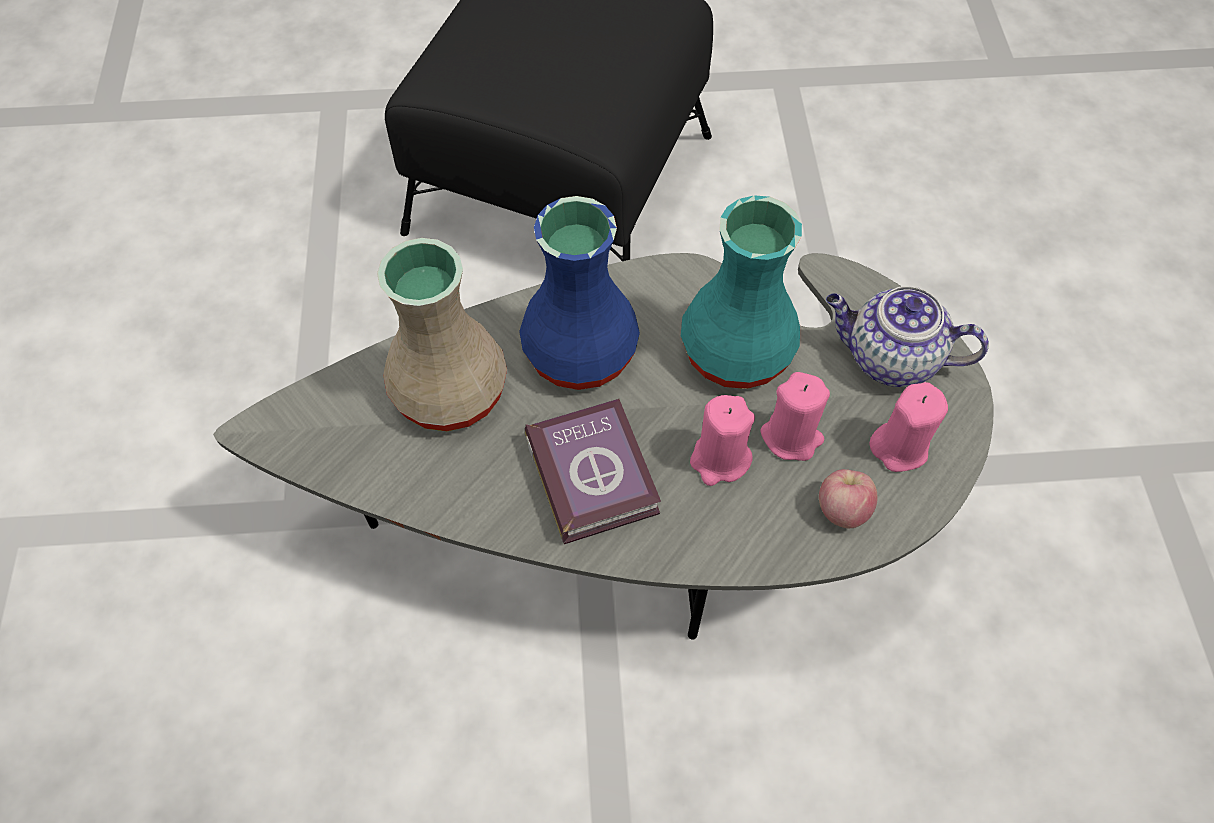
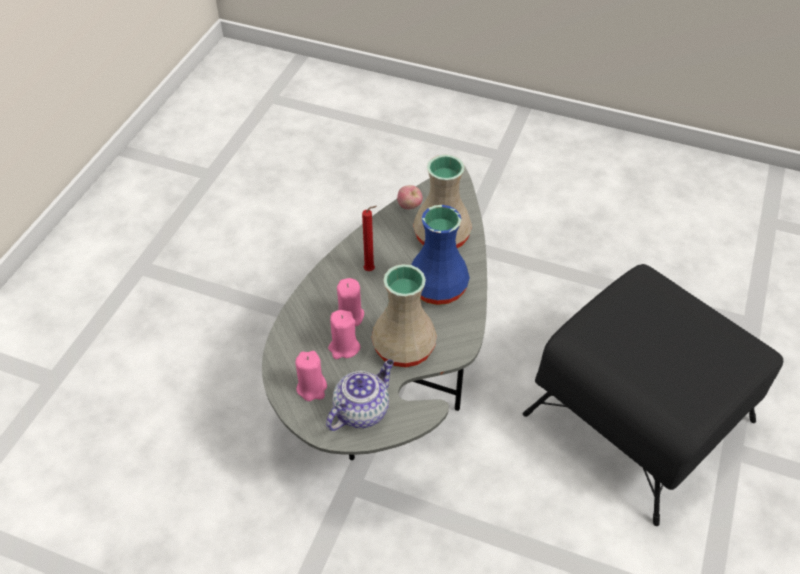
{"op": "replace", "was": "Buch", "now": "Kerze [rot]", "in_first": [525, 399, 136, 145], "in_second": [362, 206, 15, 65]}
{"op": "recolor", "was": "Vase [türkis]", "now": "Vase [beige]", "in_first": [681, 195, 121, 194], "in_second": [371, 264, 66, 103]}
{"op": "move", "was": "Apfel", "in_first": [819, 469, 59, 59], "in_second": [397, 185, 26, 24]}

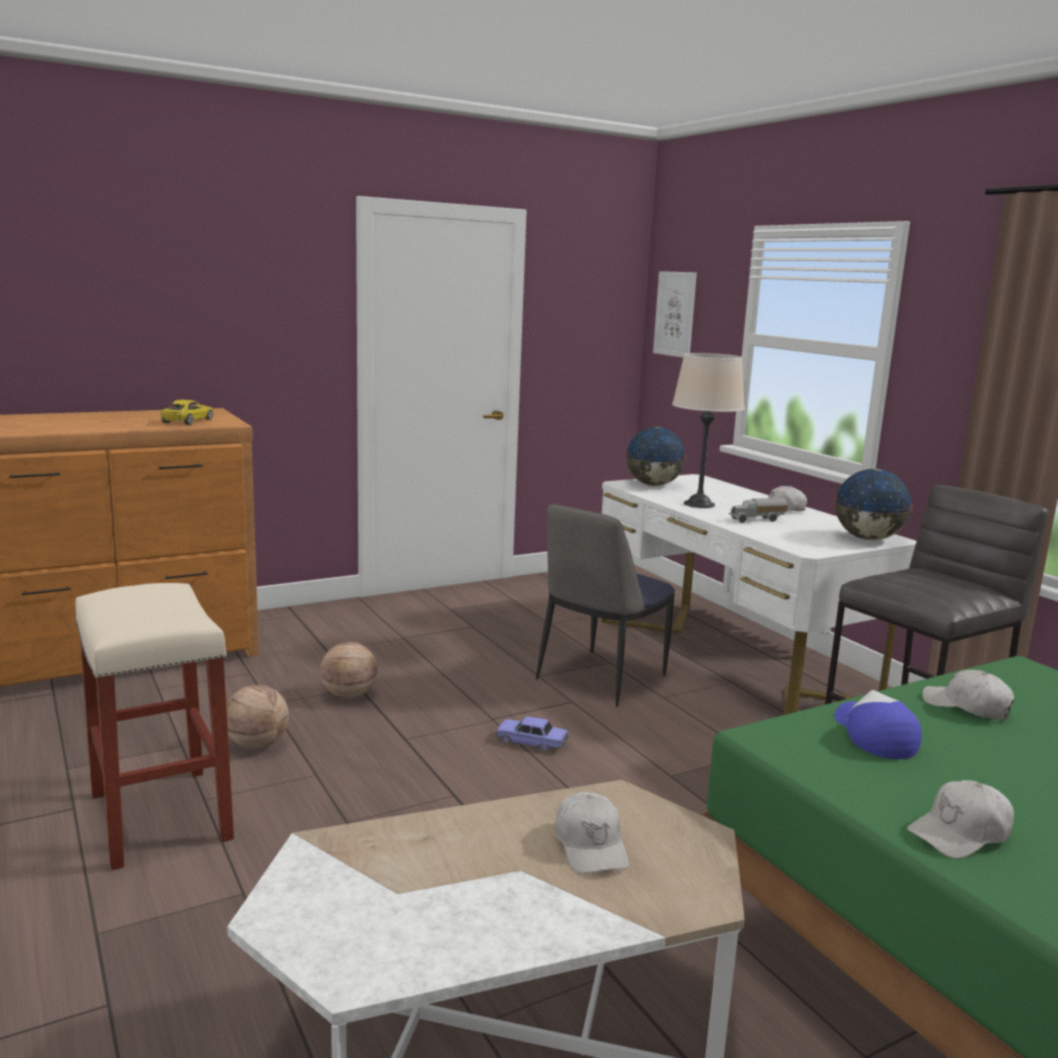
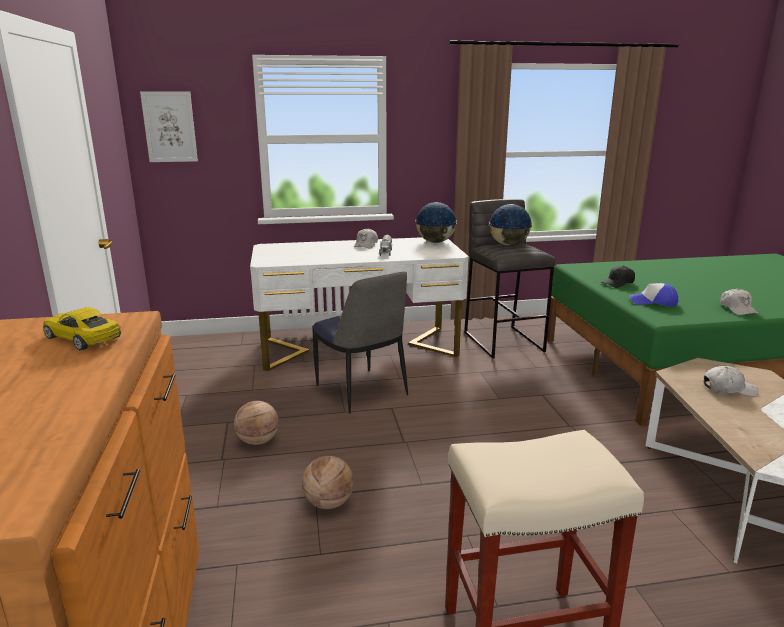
{"op": "move", "was": "Basketball", "in_first": [226, 685, 63, 64], "in_second": [234, 401, 45, 44]}
{"op": "move", "was": "Globus", "in_first": [625, 427, 62, 59], "in_second": [489, 204, 43, 42]}
{"op": "recolor", "was": "Kappe [weiß]", "now": "Kappe [schwarz]", "in_first": [922, 670, 92, 50], "in_second": [601, 266, 34, 22]}
{"op": "delete", "was": "Spielzeugauto", "in_first": [495, 716, 74, 35]}
{"op": "delete", "was": "Tischlampe [beige]", "in_first": [672, 353, 73, 155]}

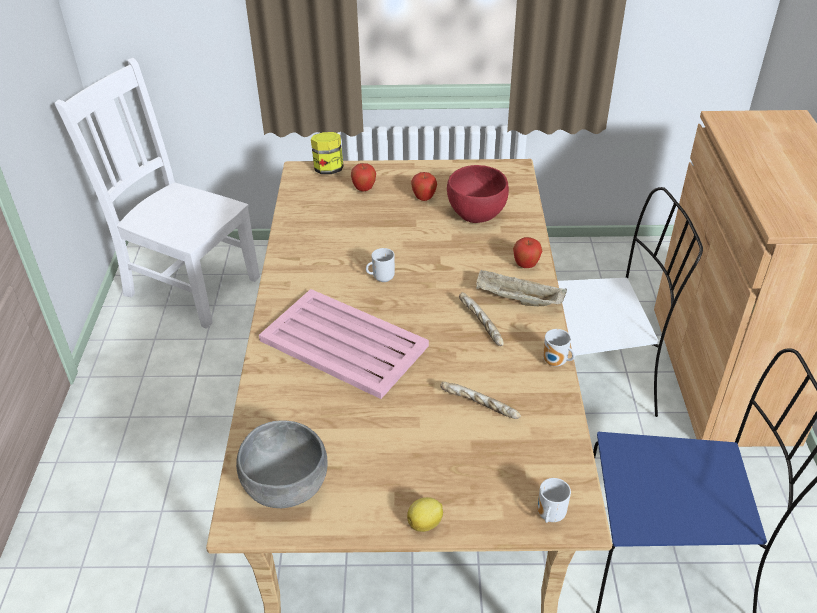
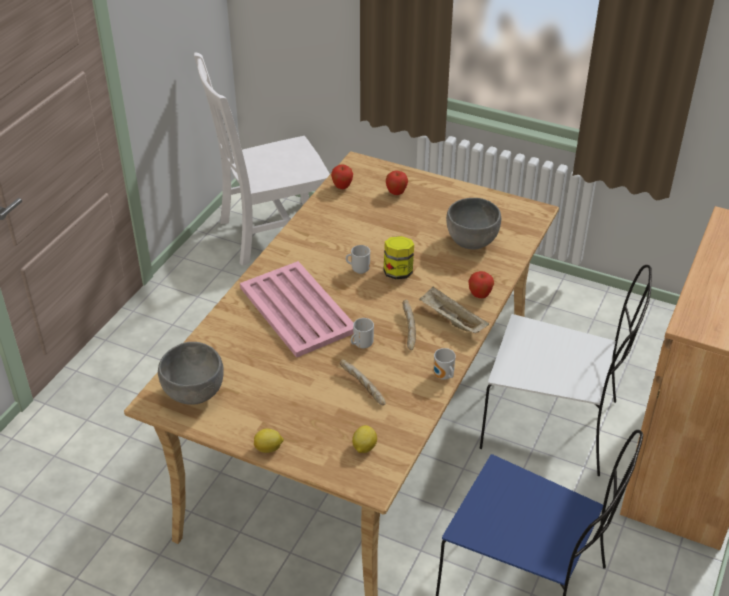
{"op": "rotate", "was": "Stuhl [weiß]", "in_first": [54, 58, 206, 271], "in_second": [194, 53, 136, 213], "clockwise": -75}
{"op": "move", "was": "Apfel", "in_first": [411, 172, 26, 29], "in_second": [331, 164, 22, 25]}
{"op": "move", "was": "Henkelbecher", "in_first": [538, 478, 33, 45], "in_second": [351, 318, 23, 31]}
{"op": "insert", "now": "Zitrone", "in_second": [352, 425, 25, 28]}
{"op": "move", "was": "Vorratsglas", "in_first": [311, 132, 33, 42], "in_second": [383, 236, 31, 43]}
{"op": "recolor", "was": "Schüssel [rot]", "now": "Schüssel [grau]", "in_first": [447, 165, 62, 58], "in_second": [446, 198, 55, 52]}

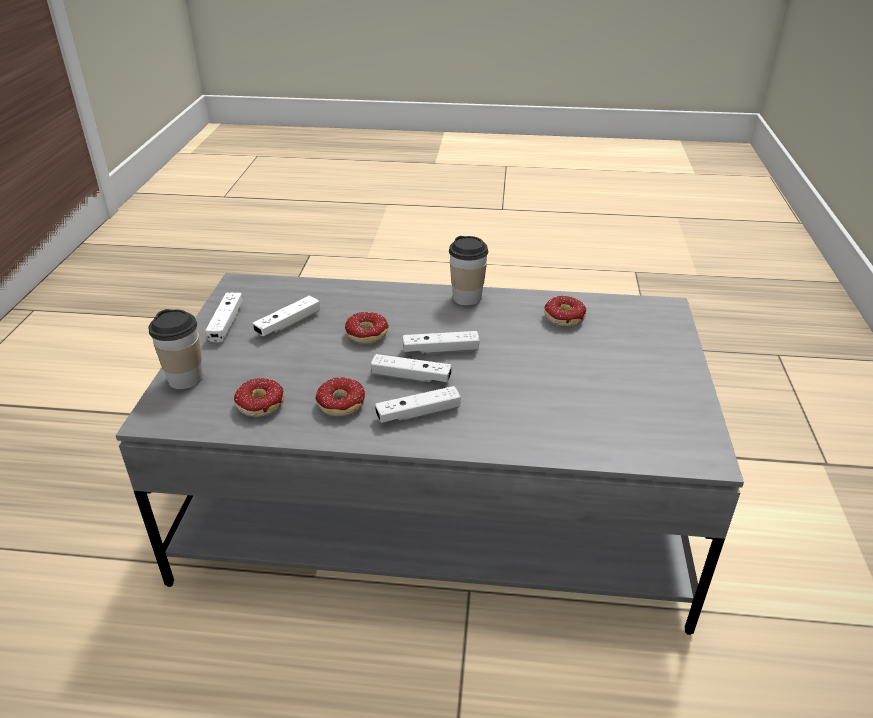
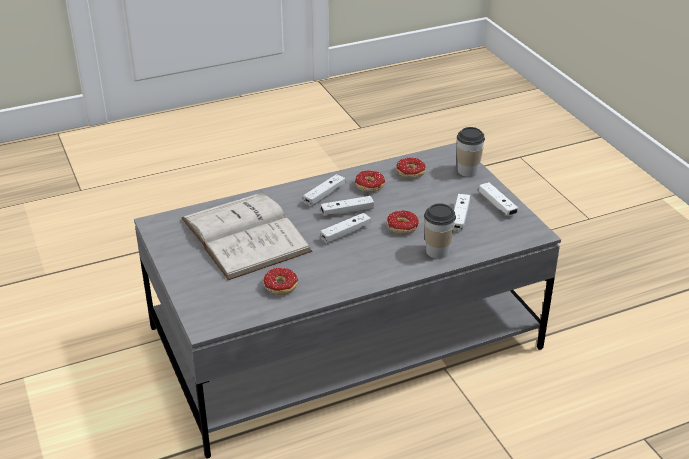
{"op": "insert", "now": "Buch [weiß]", "in_second": [182, 191, 131, 89]}
{"op": "move", "was": "Tasse", "in_first": [449, 236, 39, 70], "in_second": [424, 203, 32, 56]}

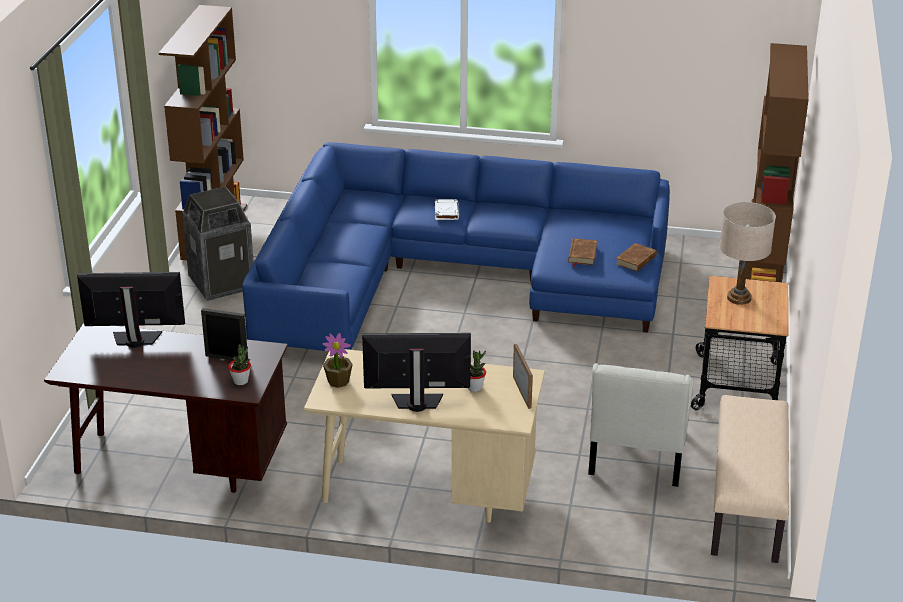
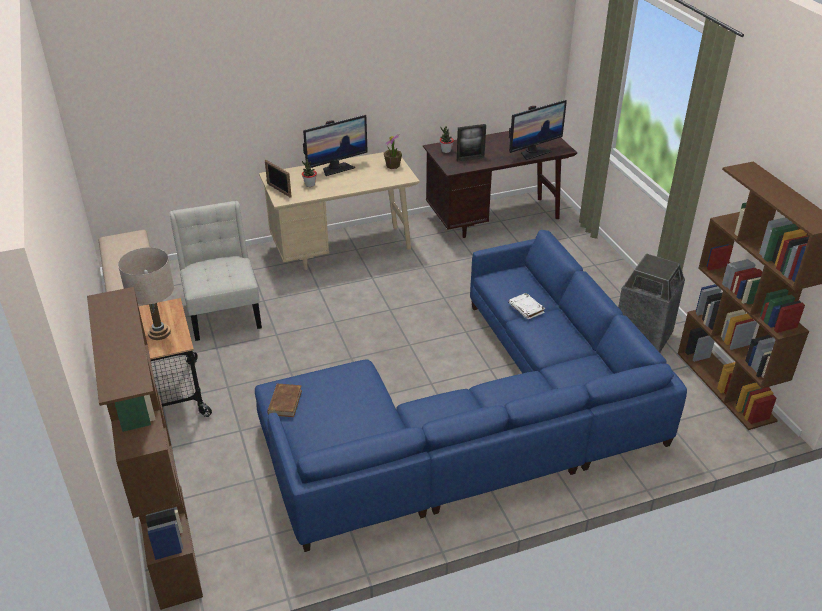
{"op": "move", "was": "Buch [weiß]", "in_first": [435, 199, 24, 21], "in_second": [508, 293, 37, 26]}
{"op": "delete", "was": "Buch [braun]", "in_first": [568, 238, 29, 29]}

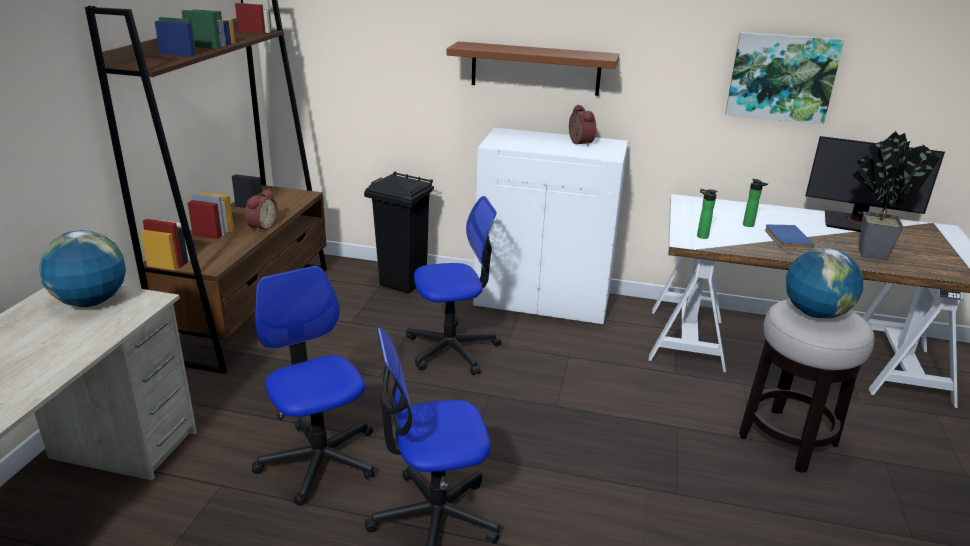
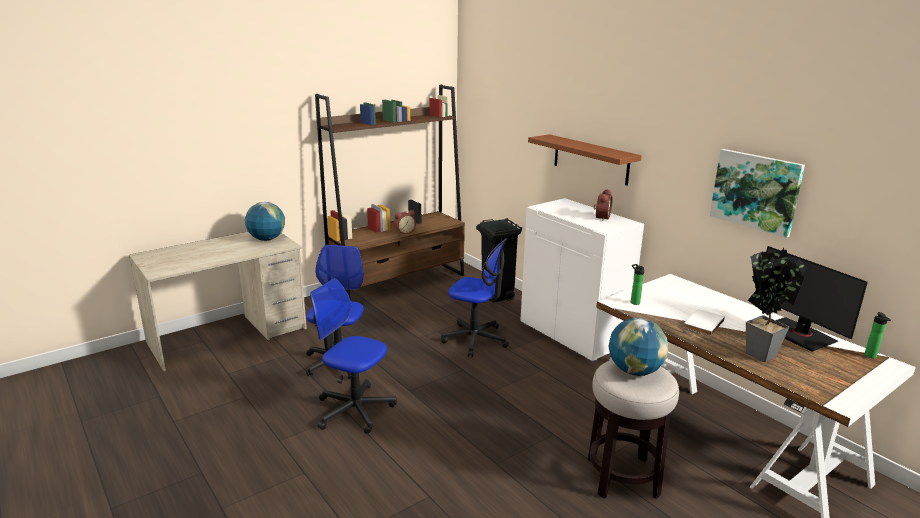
{"op": "recolor", "was": "Buch [blau]", "now": "Buch [weiß]", "in_first": [765, 225, 49, 25], "in_second": [684, 309, 41, 27]}
{"op": "move", "was": "Flasche", "in_first": [743, 179, 25, 48], "in_second": [864, 312, 27, 46]}

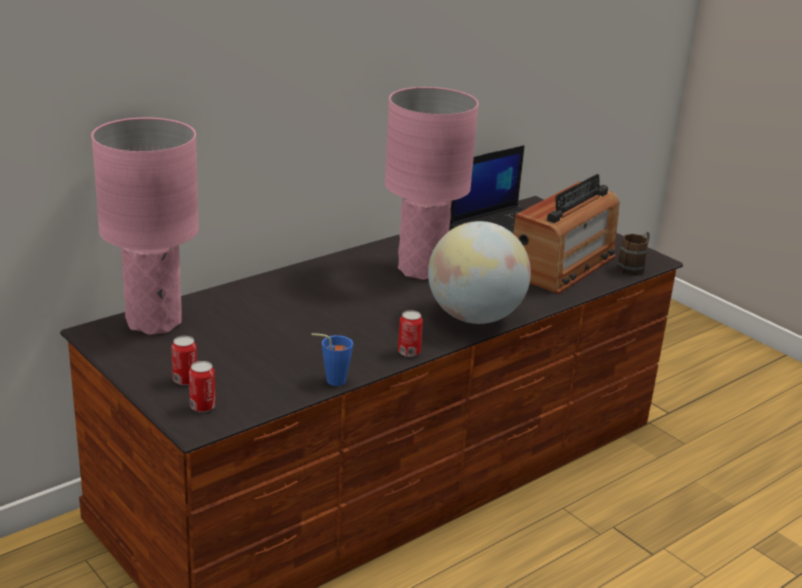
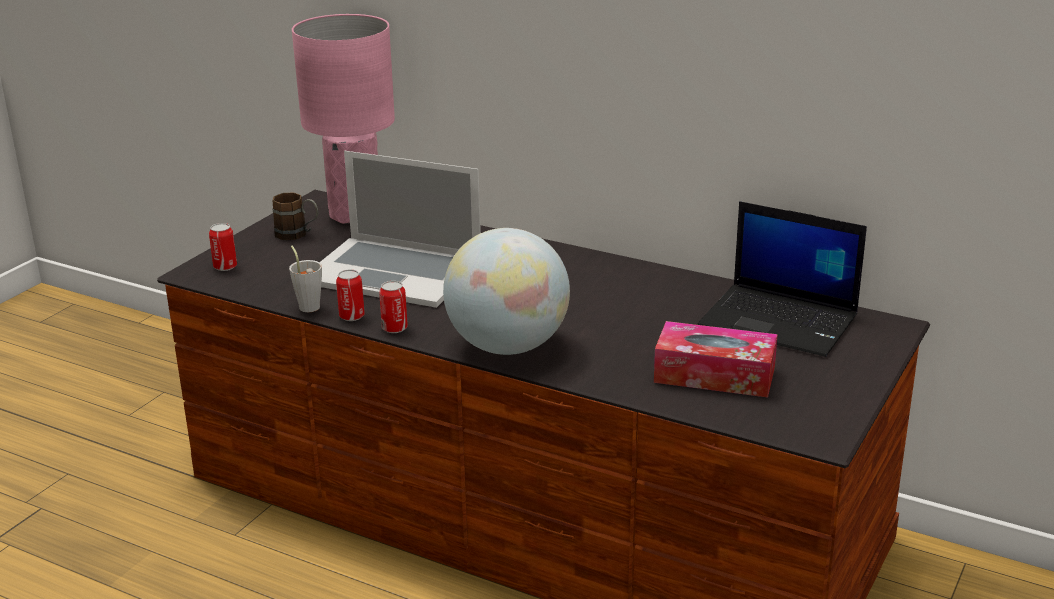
{"op": "move", "was": "Henkelbecher [braun]", "in_first": [617, 232, 33, 44], "in_second": [273, 192, 45, 48]}
{"op": "recolor", "was": "Tasse [blau]", "now": "Tasse [grau]", "in_first": [312, 333, 41, 53], "in_second": [289, 246, 33, 66]}
{"op": "insert", "now": "Laptop", "in_second": [320, 151, 161, 157]}
{"op": "move", "was": "Dose", "in_first": [172, 336, 25, 49], "in_second": [336, 270, 29, 51]}
{"op": "replace", "was": "Radio", "now": "Taschentuchbox", "in_first": [513, 174, 106, 120], "in_second": [654, 321, 124, 77]}
{"op": "delete", "was": "Tischlampe [rosa]", "in_first": [385, 87, 94, 193]}

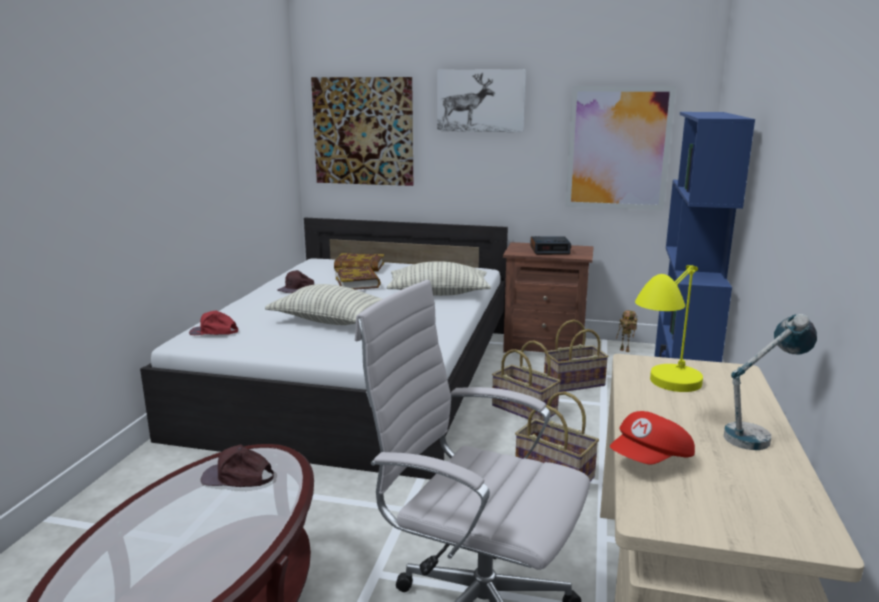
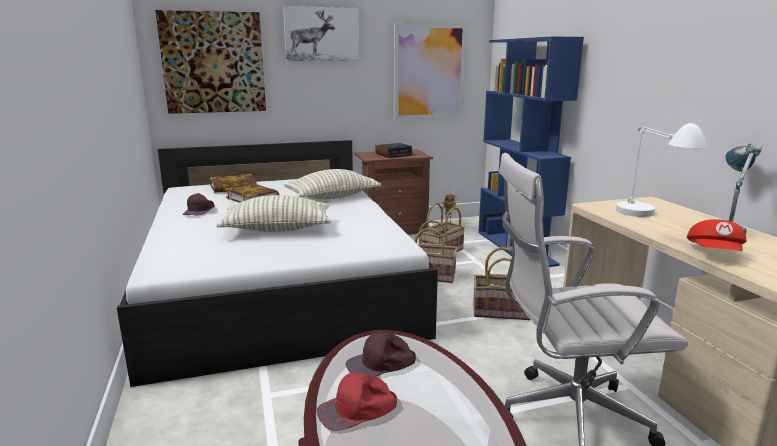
{"op": "move", "was": "Kappe [rot]", "in_first": [189, 310, 49, 25], "in_second": [317, 373, 80, 58]}
{"op": "recolor", "was": "Tischlampe [gelb]", "now": "Tischlampe [weiß]", "in_first": [635, 265, 68, 127], "in_second": [616, 123, 92, 94]}

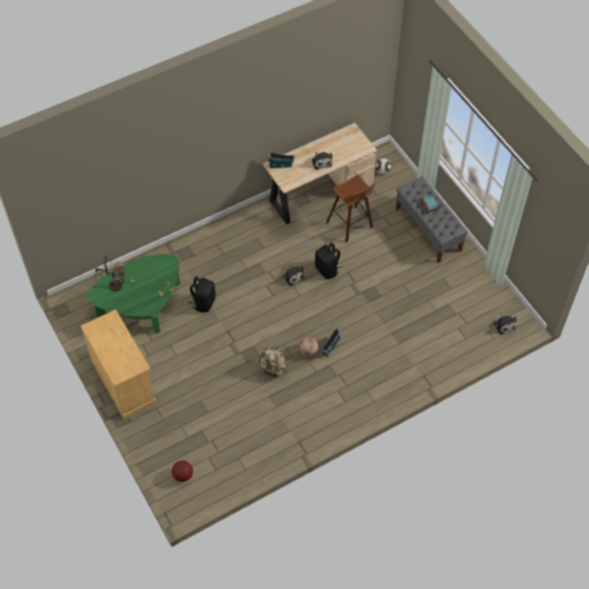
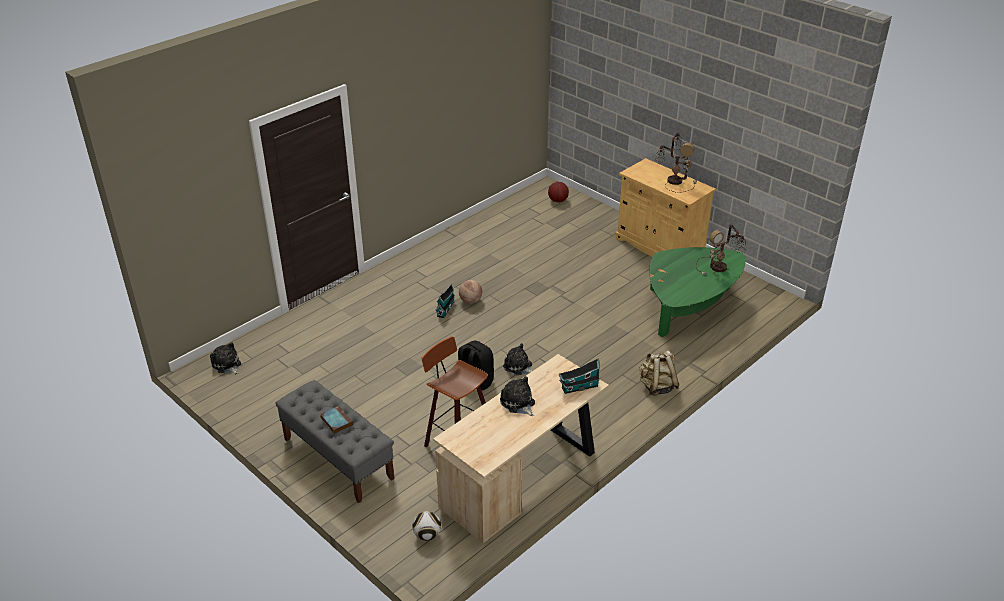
{"op": "move", "was": "Rucksack [beige]", "in_first": [259, 346, 28, 32], "in_second": [639, 350, 41, 46]}
{"op": "insert", "now": "Tischlampe", "in_second": [655, 133, 42, 60]}
{"op": "delete", "was": "Rucksack [schwarz]", "in_first": [188, 276, 28, 36]}

